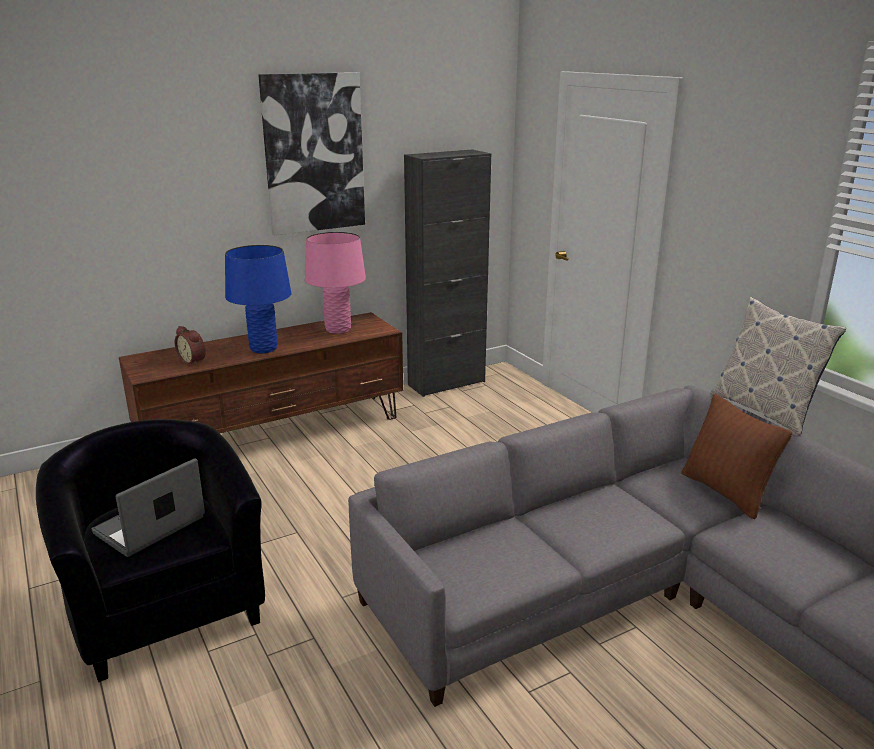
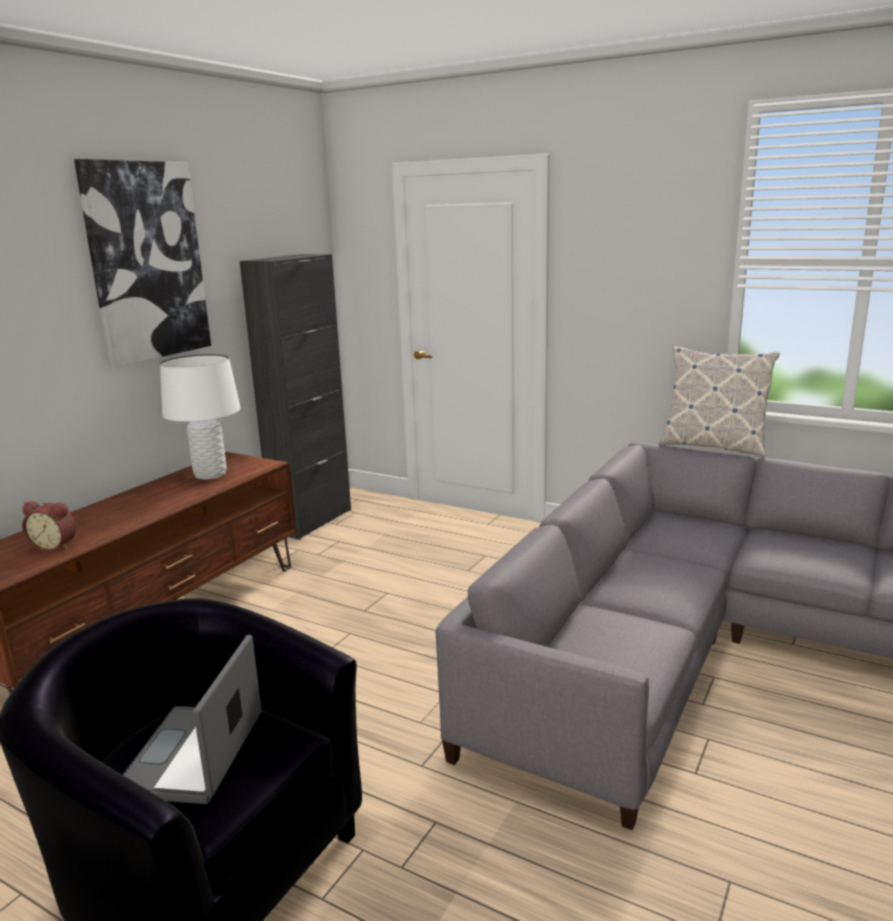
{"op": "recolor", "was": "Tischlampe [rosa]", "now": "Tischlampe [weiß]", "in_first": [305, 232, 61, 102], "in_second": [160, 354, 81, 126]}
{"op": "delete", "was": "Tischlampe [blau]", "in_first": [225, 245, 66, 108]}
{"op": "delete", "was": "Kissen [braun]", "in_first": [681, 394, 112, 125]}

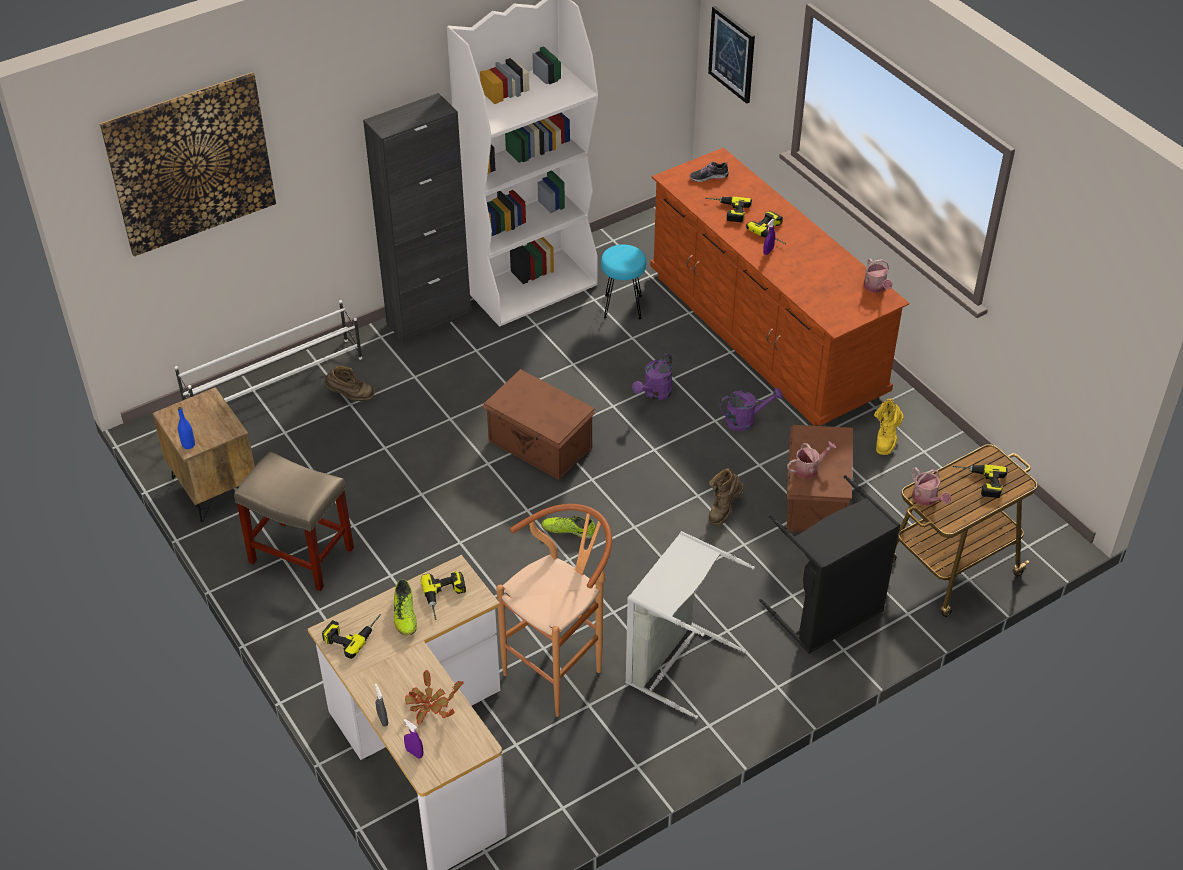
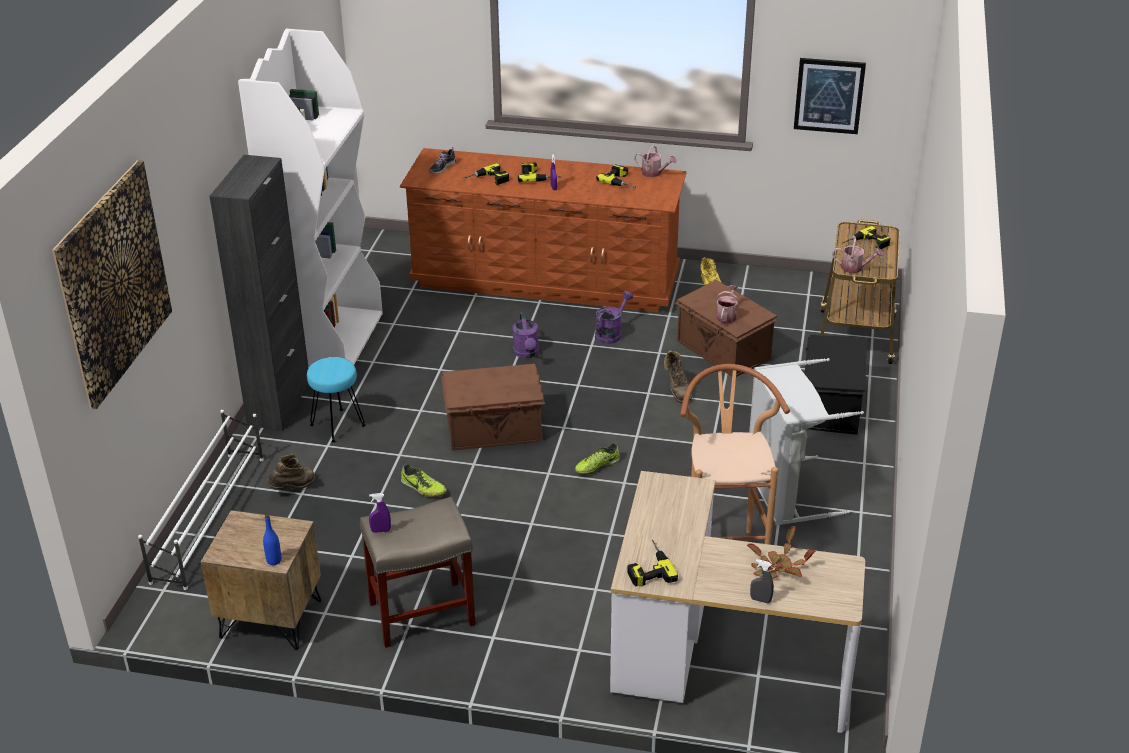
{"op": "move", "was": "Hocker [türkis]", "in_first": [601, 245, 45, 74], "in_second": [307, 357, 59, 85]}
{"op": "move", "was": "Sprühflasche [lila]", "in_first": [404, 719, 19, 40], "in_second": [369, 493, 22, 40]}
{"op": "move", "was": "Schuh", "in_first": [394, 580, 23, 55], "in_second": [401, 464, 46, 33]}
{"op": "move", "was": "Bohrmaschine", "in_first": [421, 571, 45, 49], "in_second": [596, 165, 40, 23]}
{"op": "move", "was": "Bild", "in_first": [708, 6, 47, 98], "in_second": [794, 58, 72, 76]}
{"op": "replace", "was": "Wäschekorb [schwarz]", "now": "Aufbewahrungsbox [schwarz]", "in_first": [759, 475, 141, 179], "in_second": [805, 335, 62, 100]}

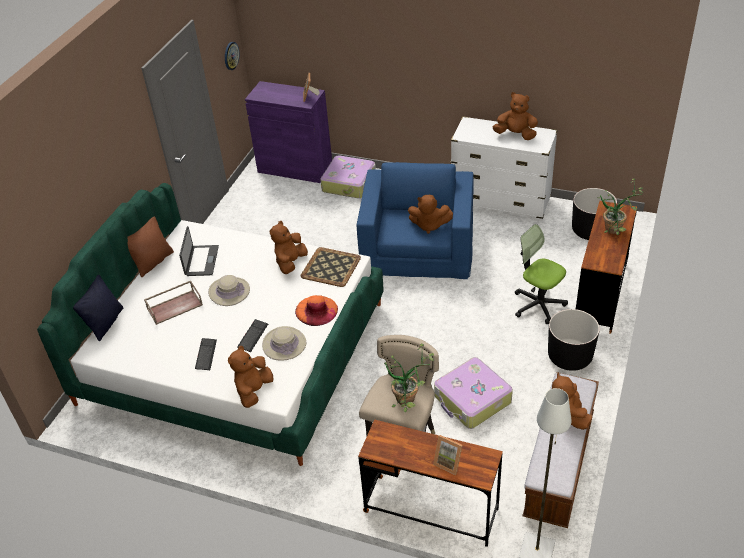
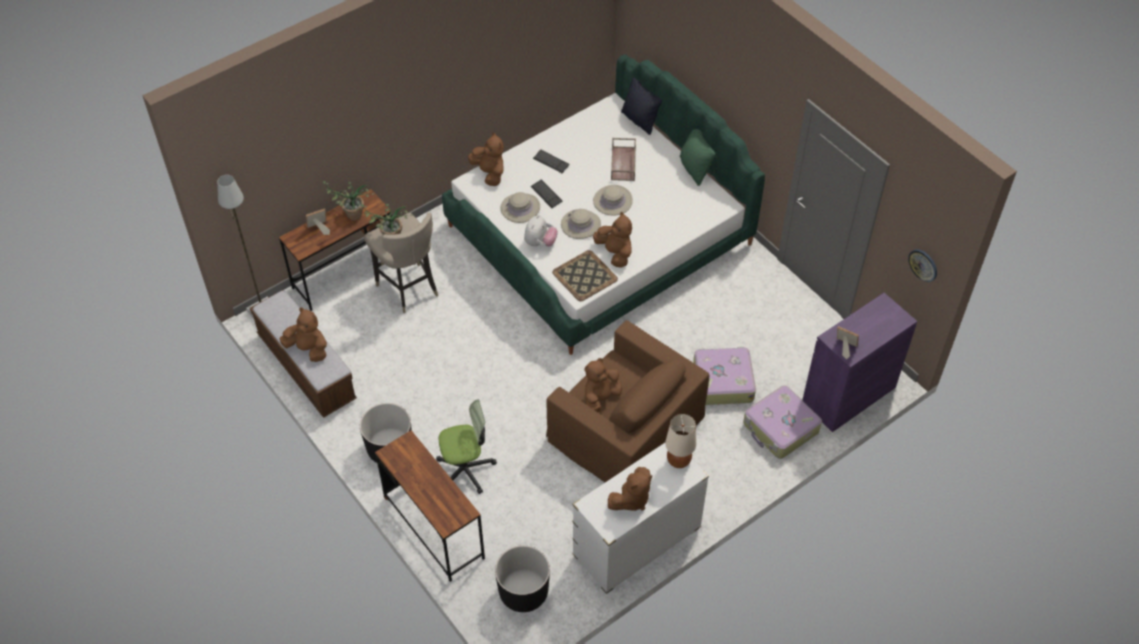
{"op": "move", "was": "Topfpflanze", "in_first": [597, 178, 46, 57], "in_second": [323, 181, 51, 39]}
{"op": "replace", "was": "Hut [orange]", "now": "Plüschtier", "in_first": [295, 295, 43, 31], "in_second": [524, 215, 34, 31]}
{"op": "recolor", "was": "Sessel [blau]", "now": "Sessel [braun]", "in_first": [357, 162, 117, 117], "in_second": [546, 320, 163, 162]}
{"op": "insert", "now": "Hut [beige]", "in_second": [561, 209, 40, 30]}
{"op": "insert", "now": "Tischlampe [beige]", "in_second": [665, 414, 31, 54]}
{"op": "recolor", "was": "Kissen [braun]", "now": "Kissen [grün]", "in_first": [127, 216, 47, 61], "in_second": [680, 129, 35, 57]}
{"op": "move", "was": "Koffer", "in_first": [434, 357, 79, 72], "in_second": [693, 347, 63, 58]}
{"op": "delete", "was": "Laptop", "in_first": [179, 226, 40, 50]}

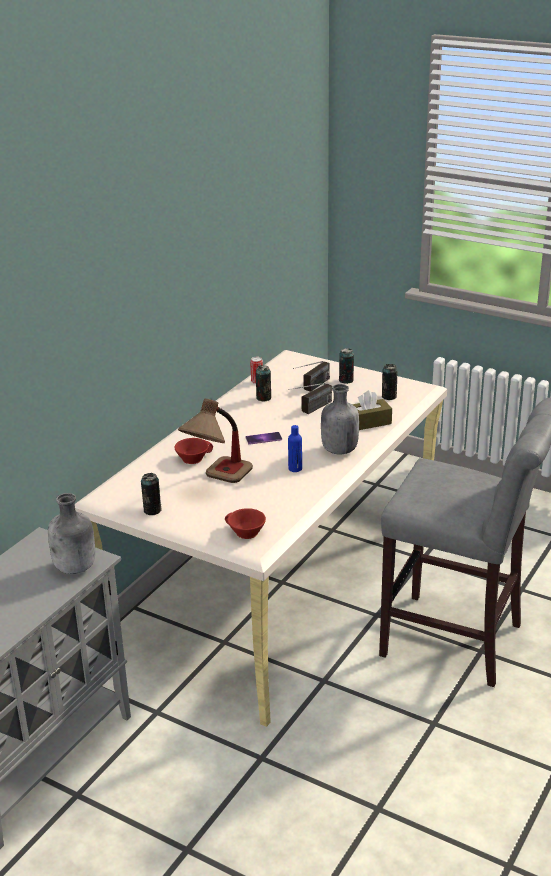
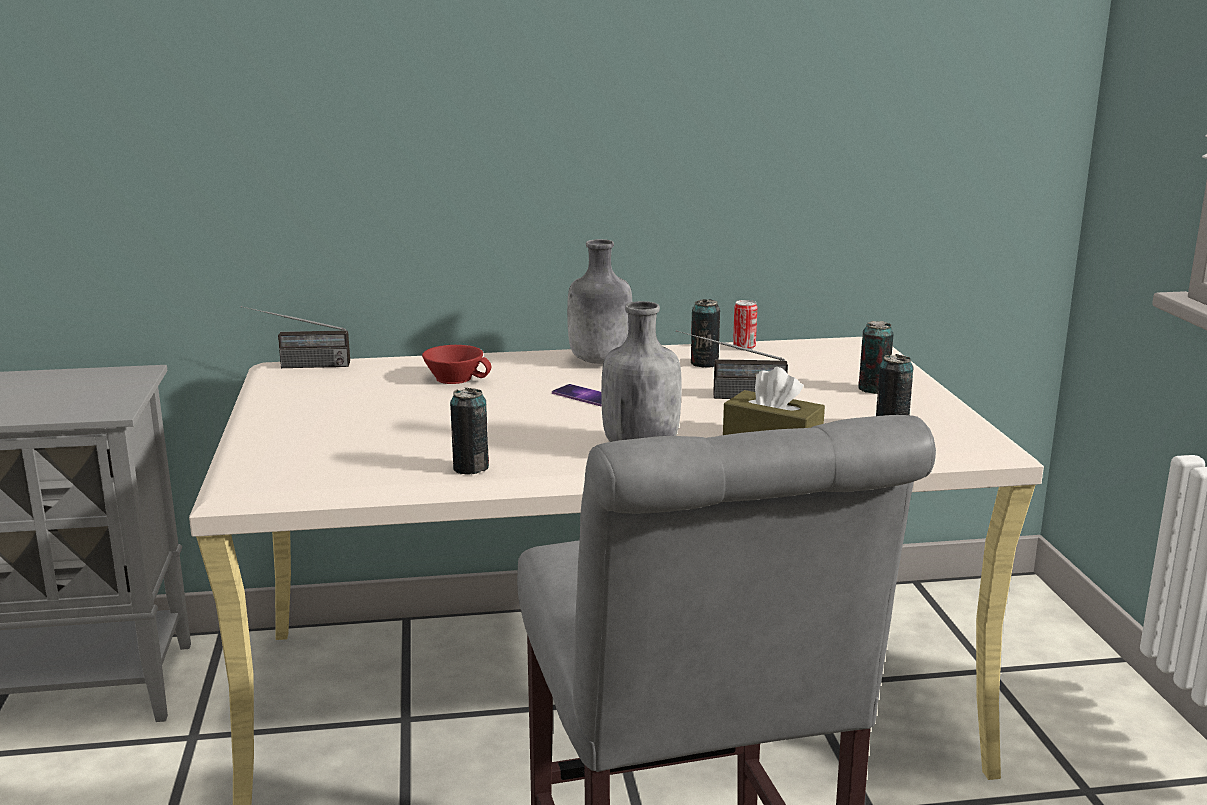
{"op": "move", "was": "Radio", "in_first": [293, 361, 37, 31], "in_second": [241, 306, 109, 62]}
{"op": "move", "was": "Dose", "in_first": [141, 473, 21, 42], "in_second": [450, 388, 39, 86]}
{"op": "move", "was": "Flasche [grau]", "in_first": [48, 493, 47, 81], "in_second": [567, 239, 65, 125]}
{"op": "delete", "was": "Tischlampe", "in_first": [178, 399, 75, 84]}
{"op": "delete", "was": "Tasse [rot]", "in_first": [225, 508, 41, 31]}
{"op": "delete", "was": "Flasche [blau]", "in_first": [288, 425, 14, 47]}

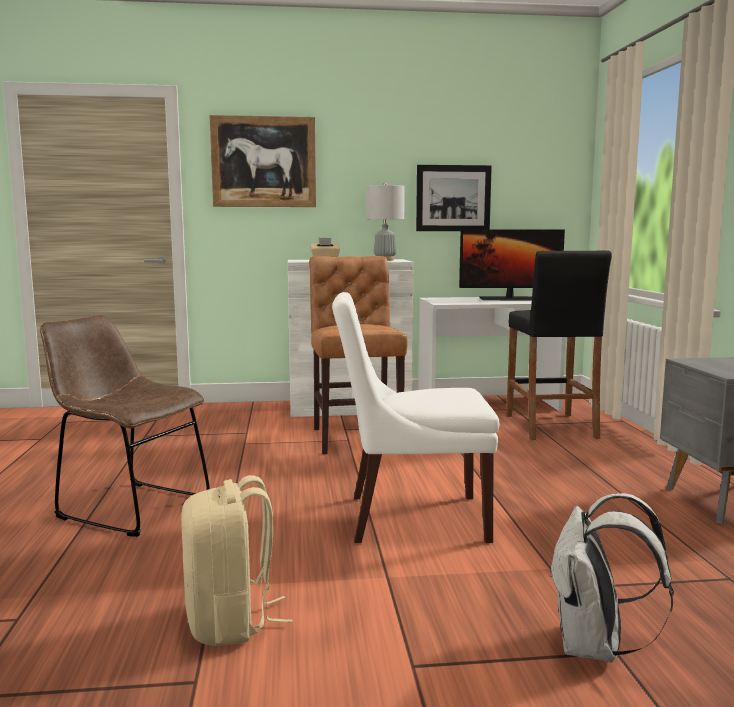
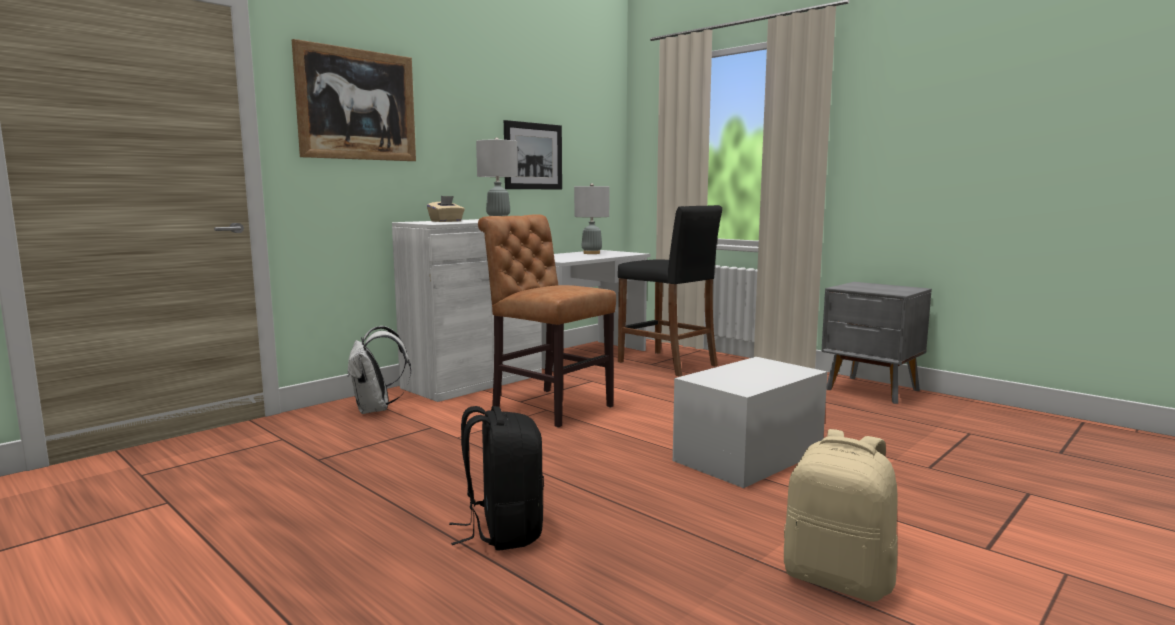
{"op": "move", "was": "Rucksack [weiß]", "in_first": [549, 493, 125, 170], "in_second": [347, 326, 64, 88]}
{"op": "replace", "was": "Stuhl [braun]", "now": "Rucksack [schwarz]", "in_first": [40, 315, 170, 222], "in_second": [449, 406, 95, 145]}
{"op": "replace", "was": "Monitor", "now": "Tischlampe [grau]", "in_first": [459, 230, 106, 70], "in_second": [574, 183, 35, 71]}
{"op": "replace", "was": "Stuhl [weiß]", "now": "Aufbewahrungsbox [weiß]", "in_first": [332, 292, 167, 251], "in_second": [673, 357, 154, 131]}

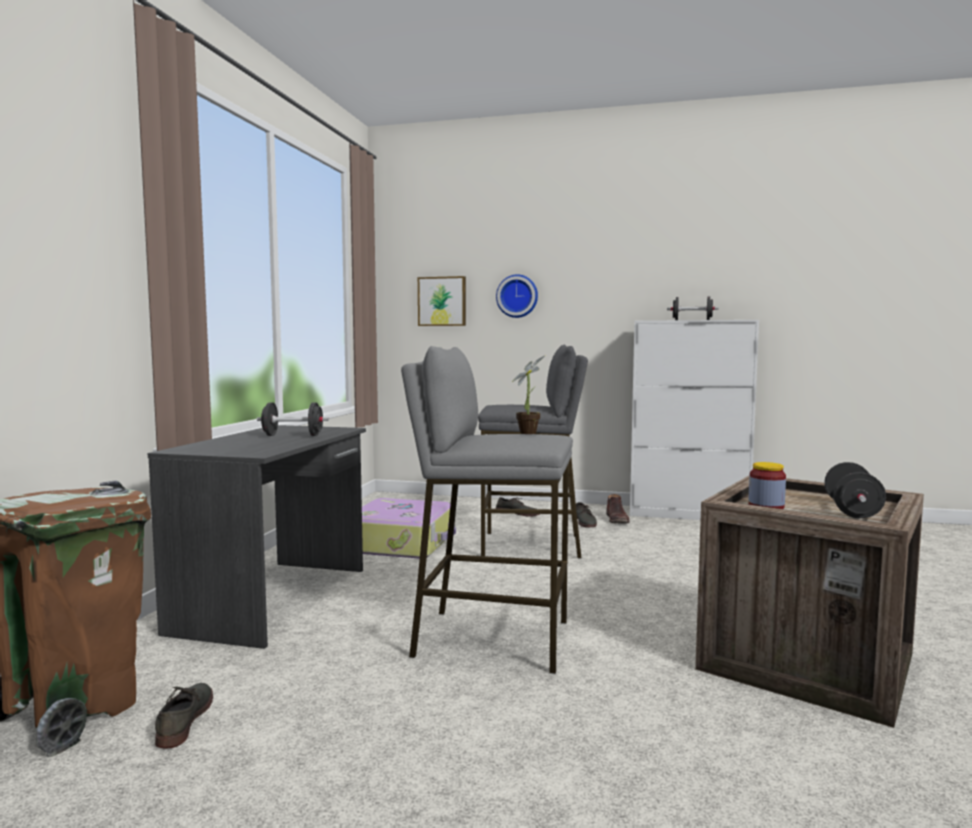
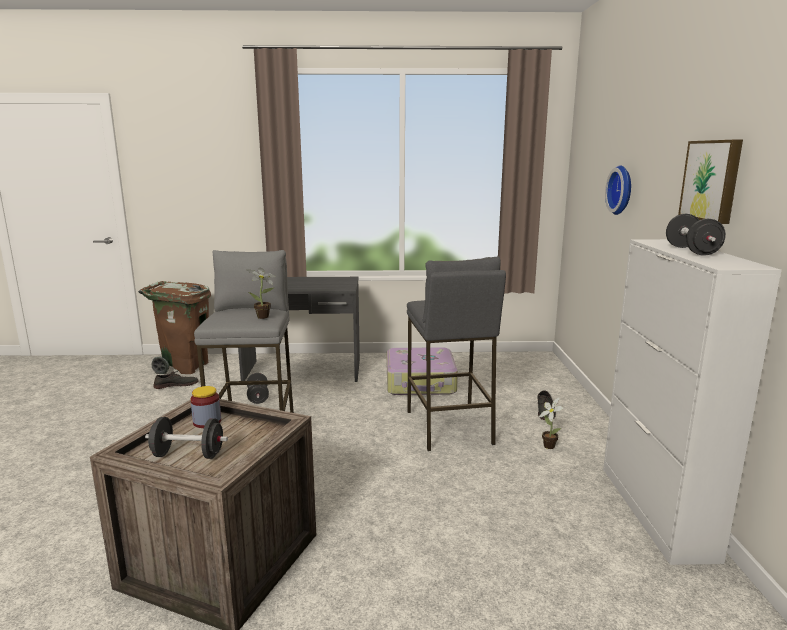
{"op": "move", "was": "Hantel [schwarz]", "in_first": [257, 402, 72, 34], "in_second": [247, 373, 22, 31]}
{"op": "replace", "was": "Schuh [grau]", "now": "Topfpflanze", "in_first": [576, 502, 21, 25], "in_second": [539, 397, 25, 52]}
{"op": "move", "was": "Bild", "in_first": [418, 276, 48, 50], "in_second": [678, 140, 65, 84]}
{"op": "delete", "was": "Stiefel [braun]", "in_first": [606, 494, 24, 30]}

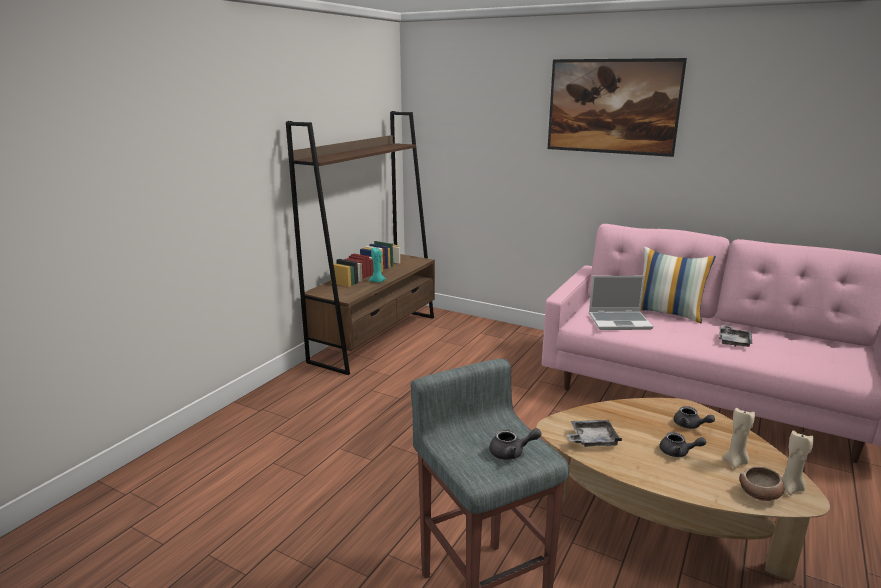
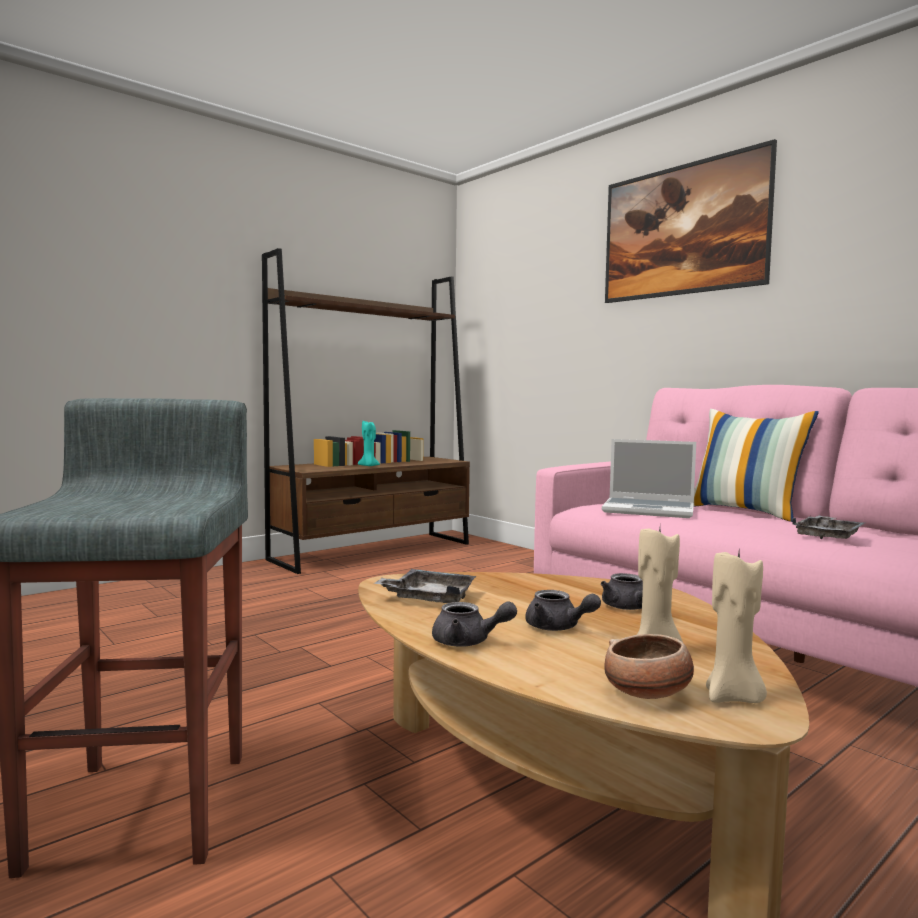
{"op": "move", "was": "Teekanne [grau]", "in_first": [489, 428, 53, 32], "in_second": [432, 602, 85, 45]}

